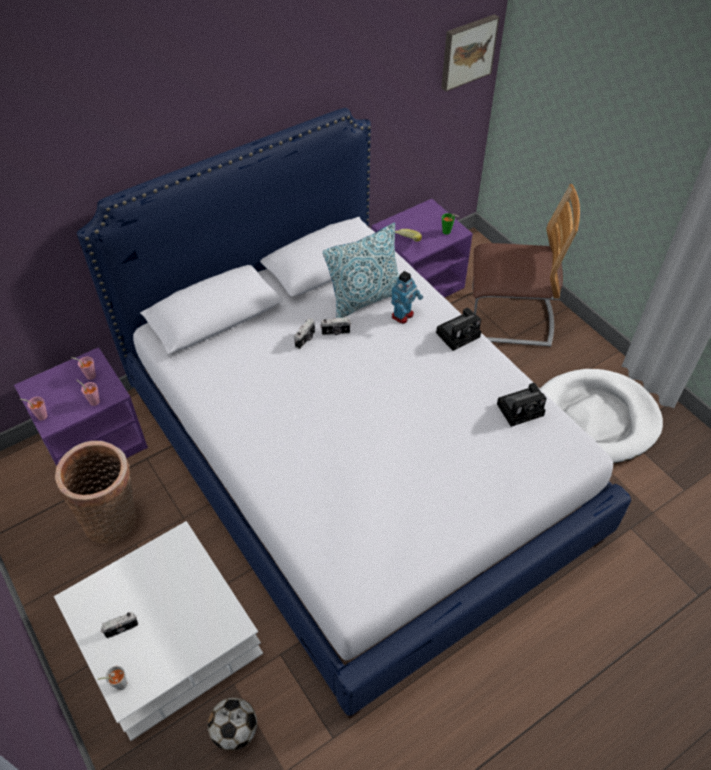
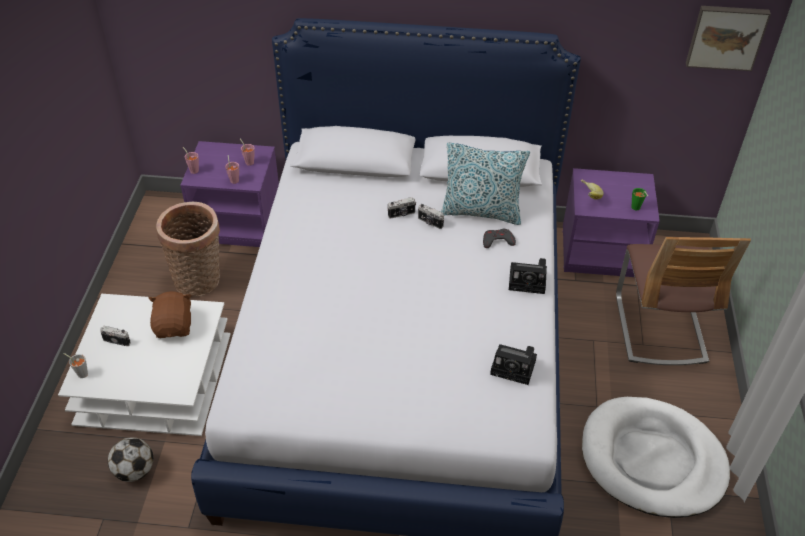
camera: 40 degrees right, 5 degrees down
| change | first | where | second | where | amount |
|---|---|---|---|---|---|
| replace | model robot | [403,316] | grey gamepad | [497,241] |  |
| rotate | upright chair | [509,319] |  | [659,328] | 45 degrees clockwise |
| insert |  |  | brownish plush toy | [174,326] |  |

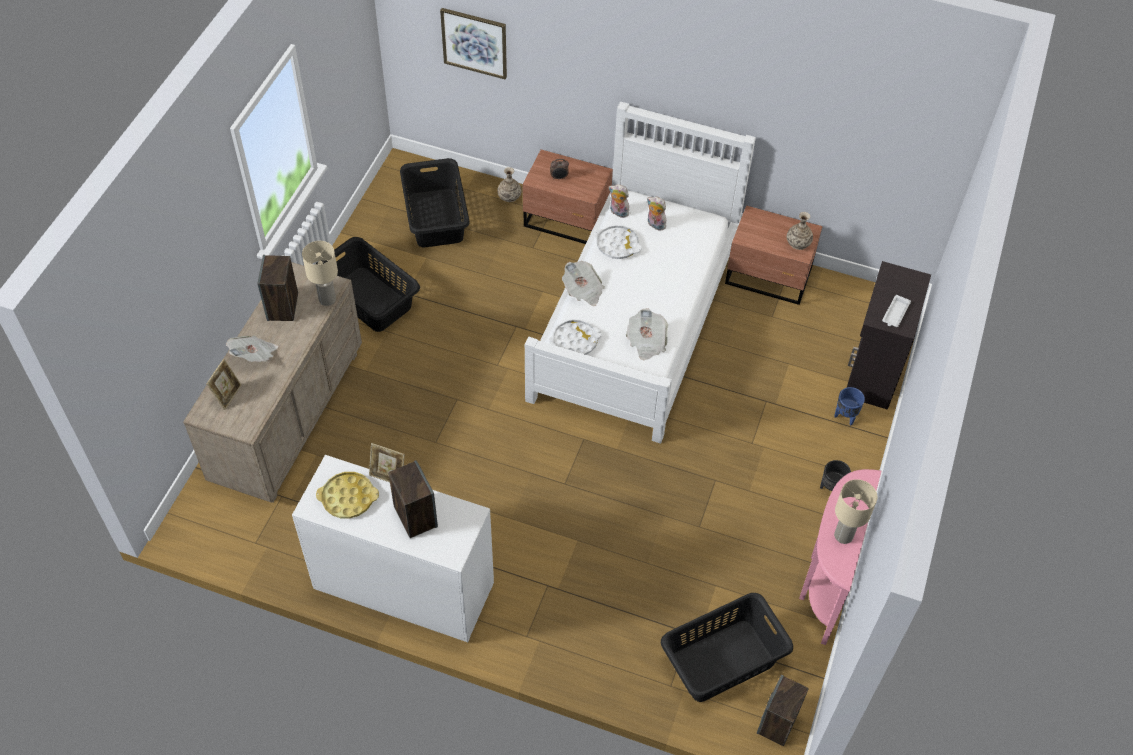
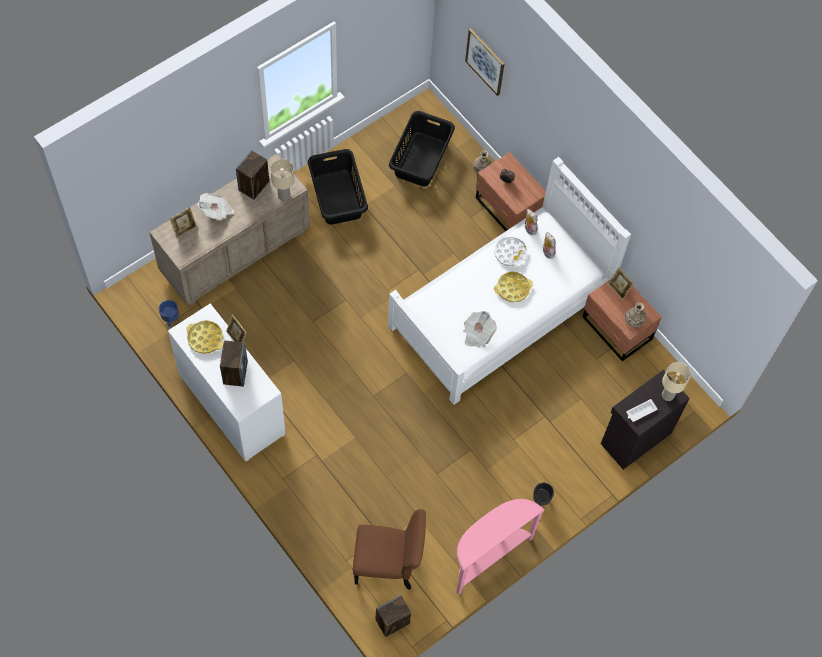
camera: 30 degrees right, 10 degrees up
| change | first | where | second | where | amount |
|---|---|---|---|---|---|
| delete | white serving tray | [575,341] |  |  |  |
| delete | daily paper | [583,291] |  |  |  |
| replace | black hamper | [723,661] | brownish upright chair | [388,565] |  |
| move | bluish planter | [844,416] |  | [170,319] |  |
| move | beige table lamp | [843,536] |  | [667,395] |  |
| insert |  |  | yellow-coloured serving tray | [512,288] |  |
| insert |  |  | standing frame | [618,289] |  |

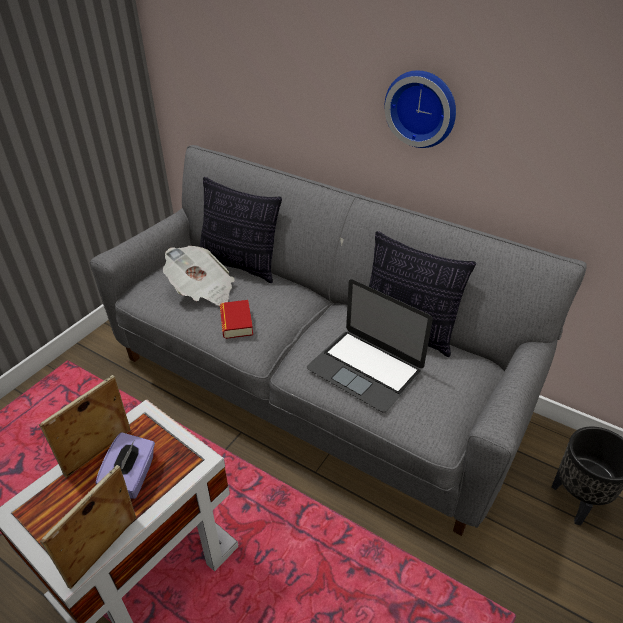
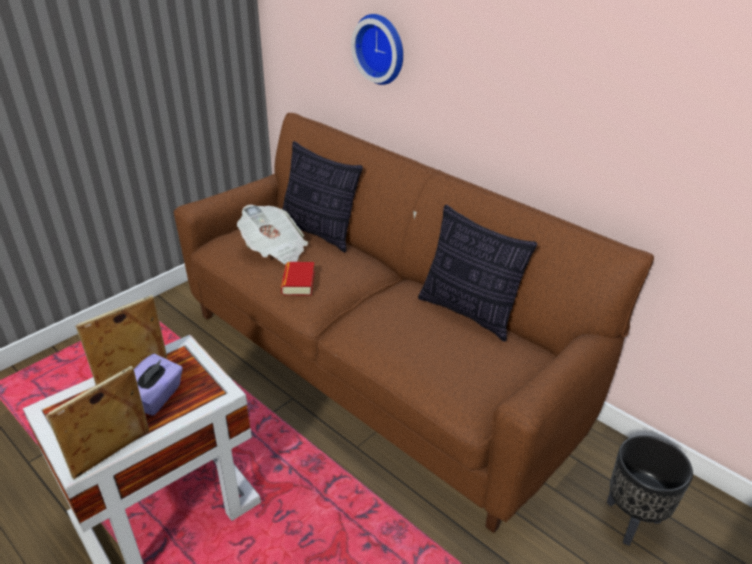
camera: 10 degrees right, 5 degrees down
| change | first | where | second | where | amount |
|---|---|---|---|---|---|
| recolor | grey couch | [312,389] | brownish couch | [375,369] |  |
| delete | laptop | [365,369] |  |  |  |
| move | clock on the wall | [422,108] |  | [381,48] |  |

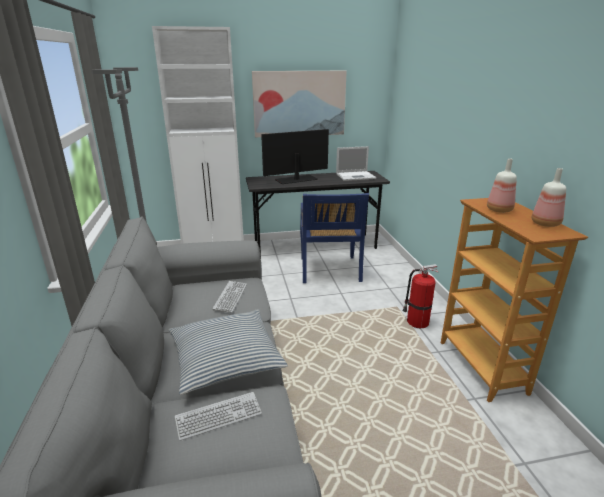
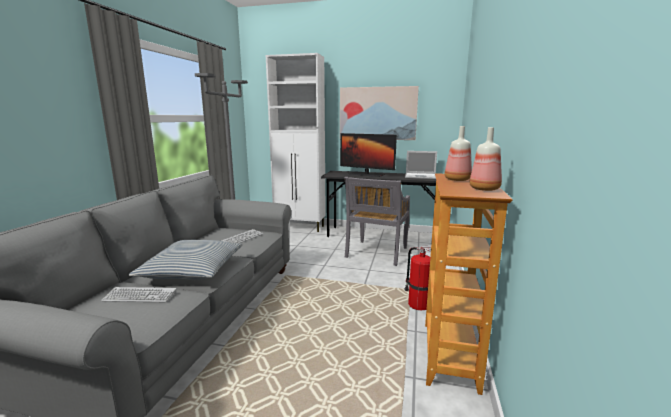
camera: 25 degrees right, 10 degrees down
| change | first | where | second | where | amount |
|---|---|---|---|---|---|
| rotate | computer screen | [296,179] |  | [366,174] | 150 degrees counterclockwise |
| recolor | bluish upright chair | [330,270] | grey upright chair | [376,253] |  |

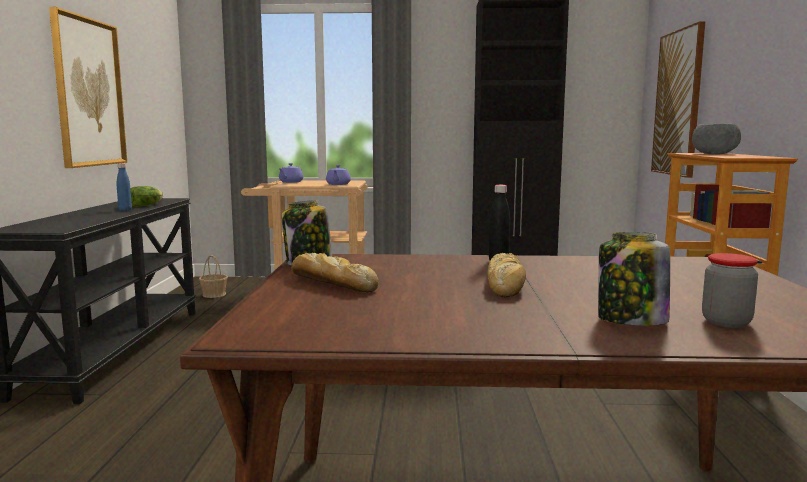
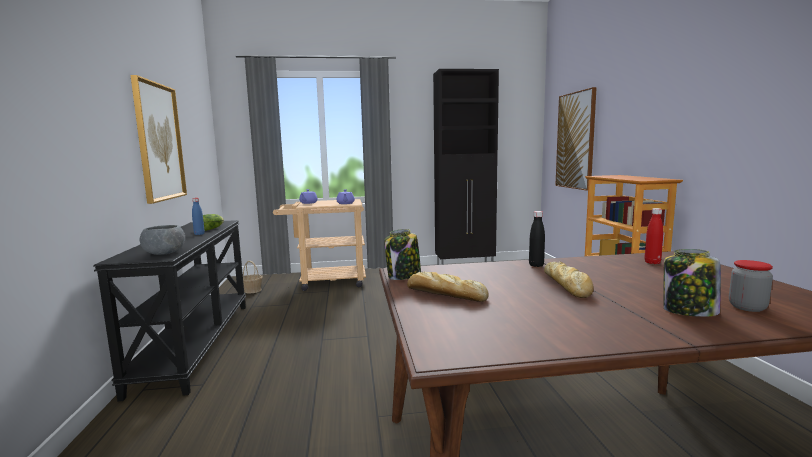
camera: 10 degrees left, 0 degrees up
| change | first | where | second | where | amount |
|---|---|---|---|---|---|
| move | grey bowl | [714,154] |  | [164,253] |  |
| insert |  |  | red-coloured beverage bottle | [652,262] |  |

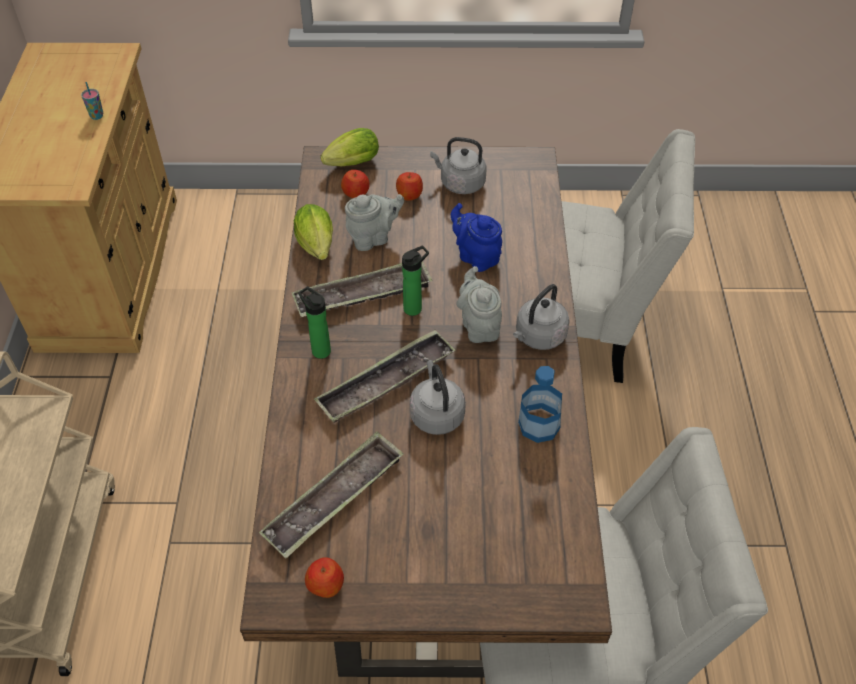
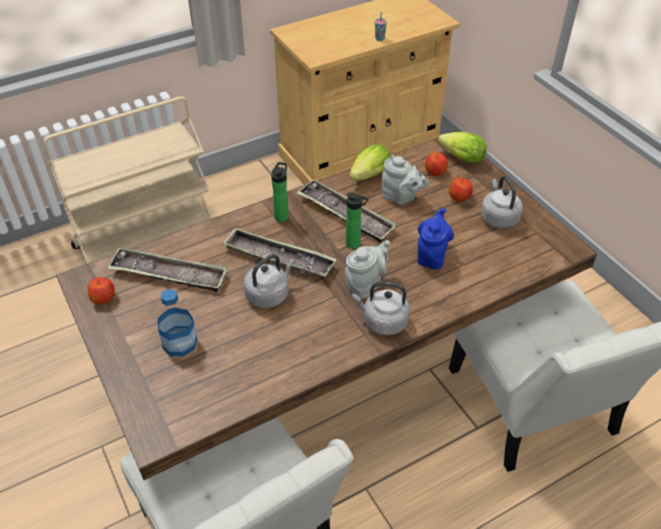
camera: 60 degrees right, 5 degrees down
| change | first | where | second | where | amount |
|---|---|---|---|---|---|
| move | beverage bottle | [539,425] |  | [180,343] |  |

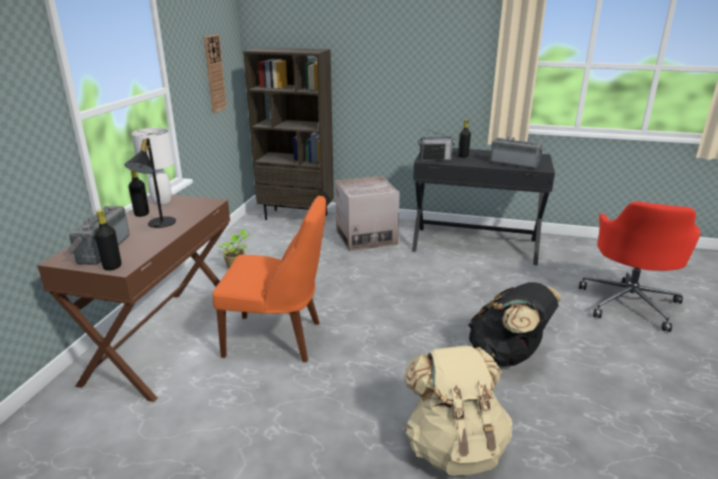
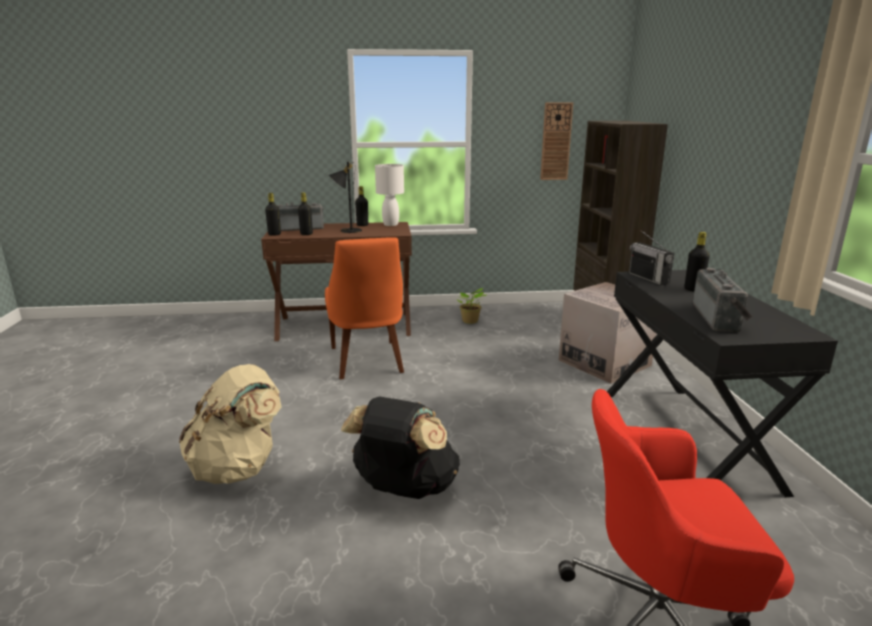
camera: 70 degrees right, 5 degrees down
| change | first | where | second | where | amount |
|---|---|---|---|---|---|
| insert |  |  | black beverage bottle | [306,234] |  |

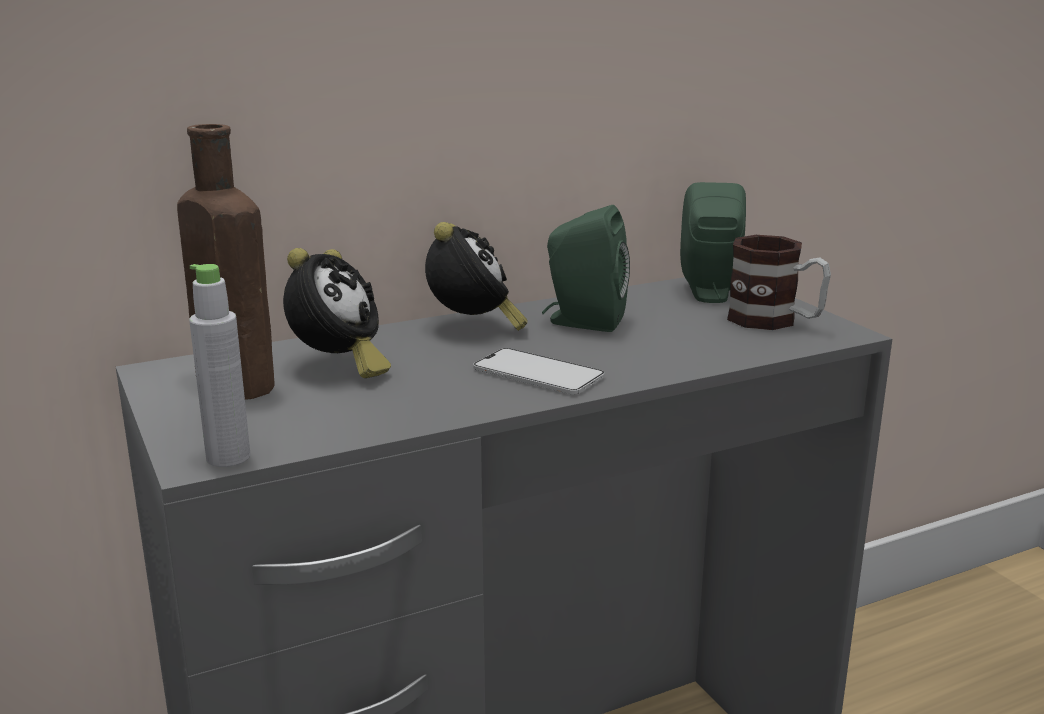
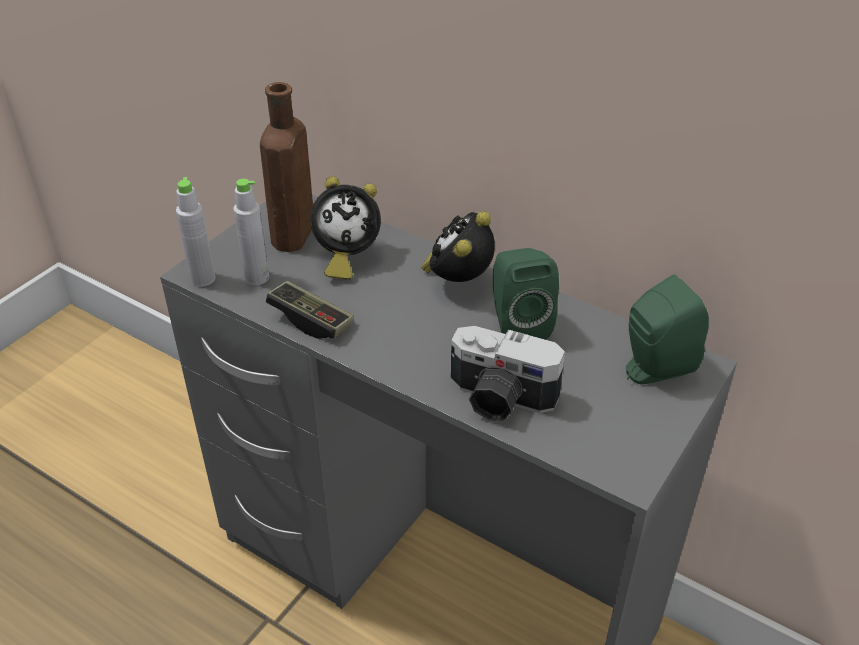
camera: 60 degrees right, 20 degrees up
| change | first | where | second | where | amount |
|---|---|---|---|---|---|
| rotate | bedside clock | [473,328] |  | [458,281] | 150 degrees clockwise |
| delete | telephone | [538,373] |  |  |  |
| delete | coffee mug | [775,321] |  |  |  |
| insert |  |  | grey beverage bottle | [257,277] |  |
| insert |  |  | gamepad | [311,320] |  |
| insert |  |  | photo camera | [499,399] |  |

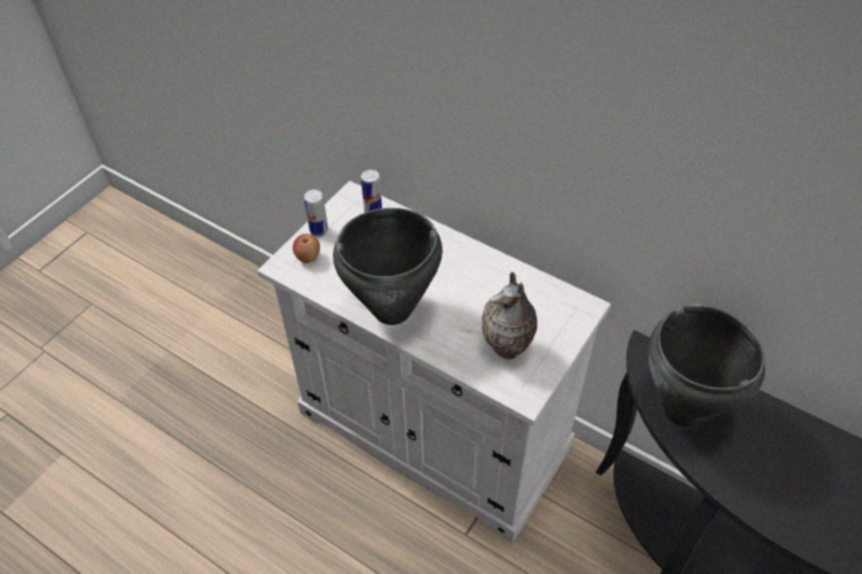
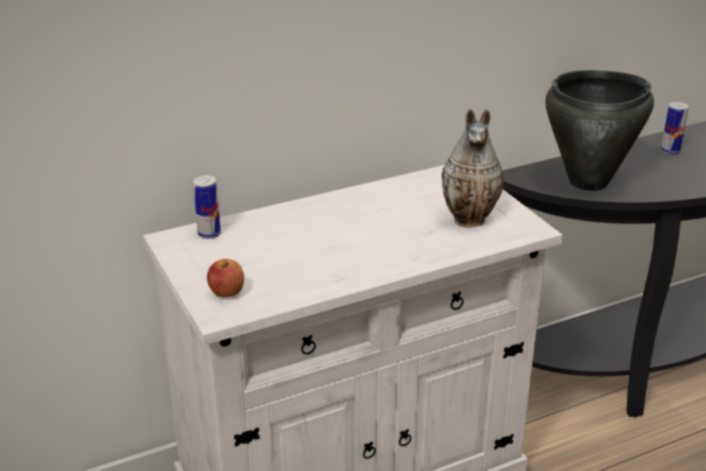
camera: 60 degrees left, 20 degrees down
| change | first | where | second | where | amount |
|---|---|---|---|---|---|
| move | metal can | [319,230] |  | [670,151] |  |
| delete | black cooking pot | [393,310] |  |  |  |

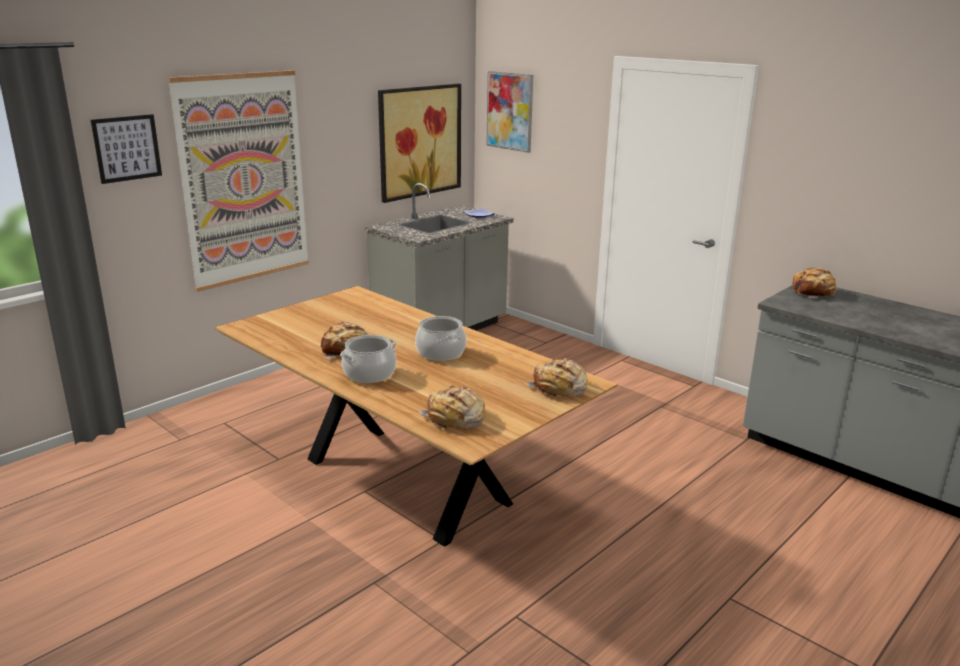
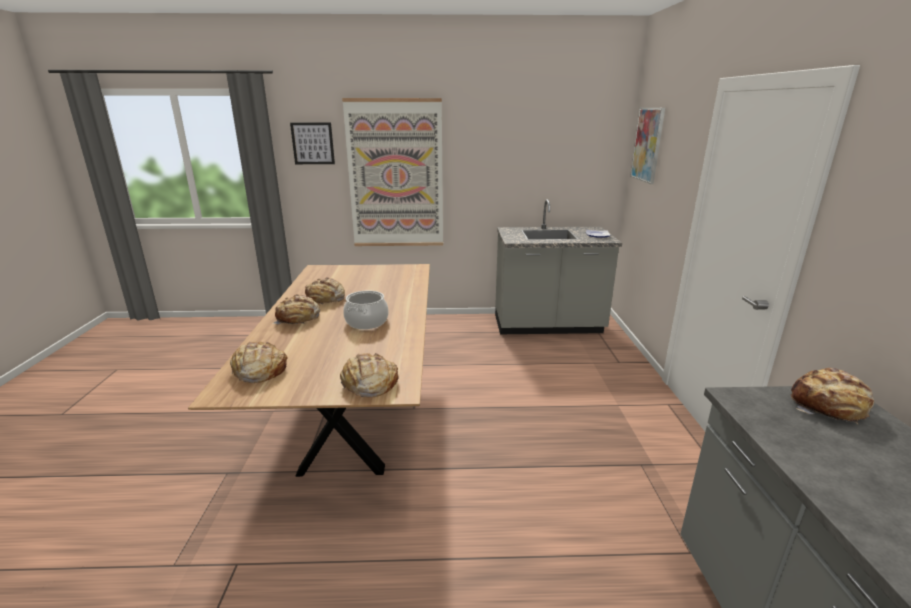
camera: 45 degrees right, 0 degrees up
| change | first | where | second | where | amount |
|---|---|---|---|---|---|
| replace | cooking pot | [369,374] | bakery bread | [298,318] |  |
| delete | wall art | [419,141] |  |  |  |

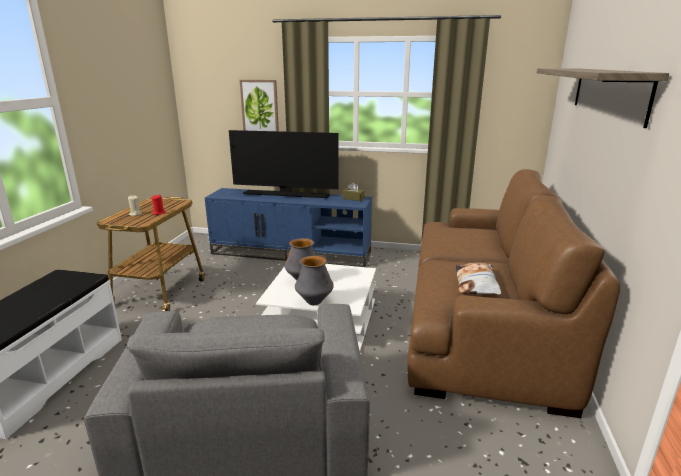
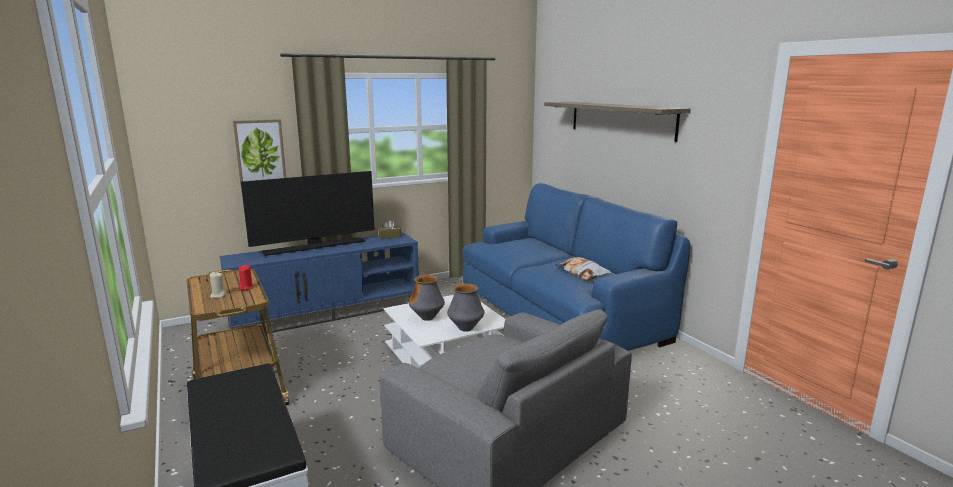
camera: 40 degrees left, 5 degrees down
| change | first | where | second | where | amount |
|---|---|---|---|---|---|
| recolor | brownish couch | [481,321] | bluish couch | [558,312] |  |

